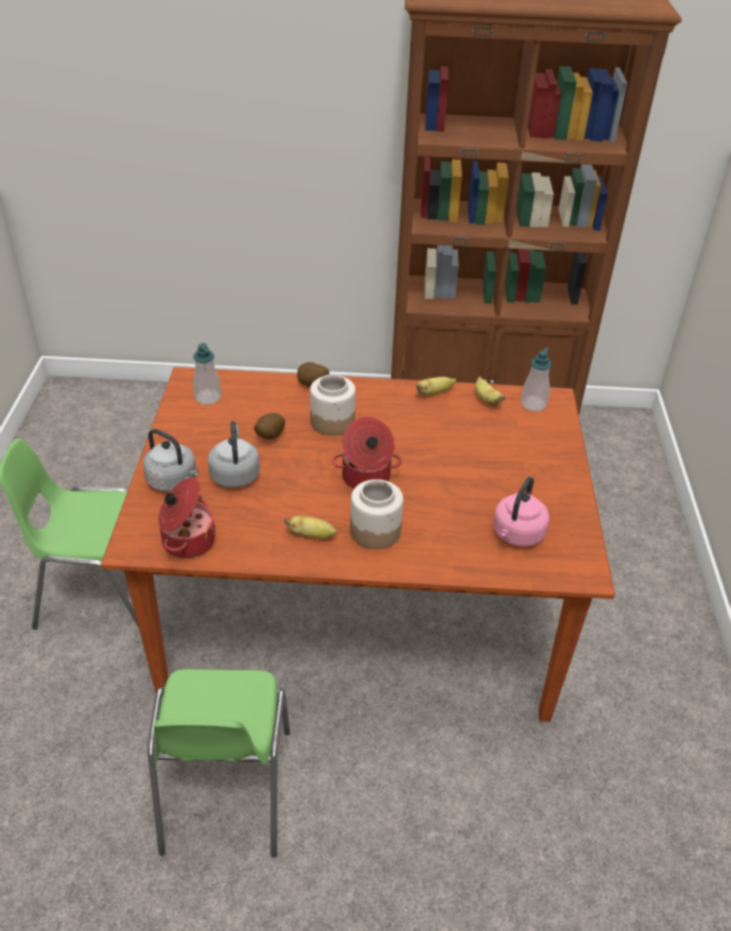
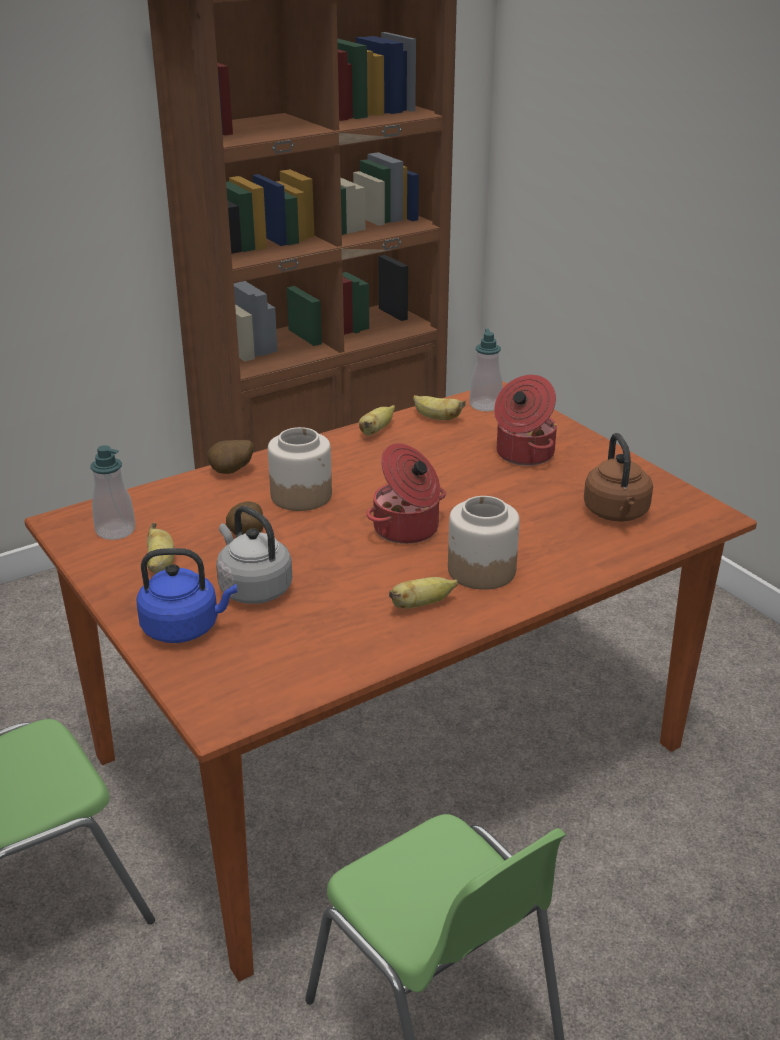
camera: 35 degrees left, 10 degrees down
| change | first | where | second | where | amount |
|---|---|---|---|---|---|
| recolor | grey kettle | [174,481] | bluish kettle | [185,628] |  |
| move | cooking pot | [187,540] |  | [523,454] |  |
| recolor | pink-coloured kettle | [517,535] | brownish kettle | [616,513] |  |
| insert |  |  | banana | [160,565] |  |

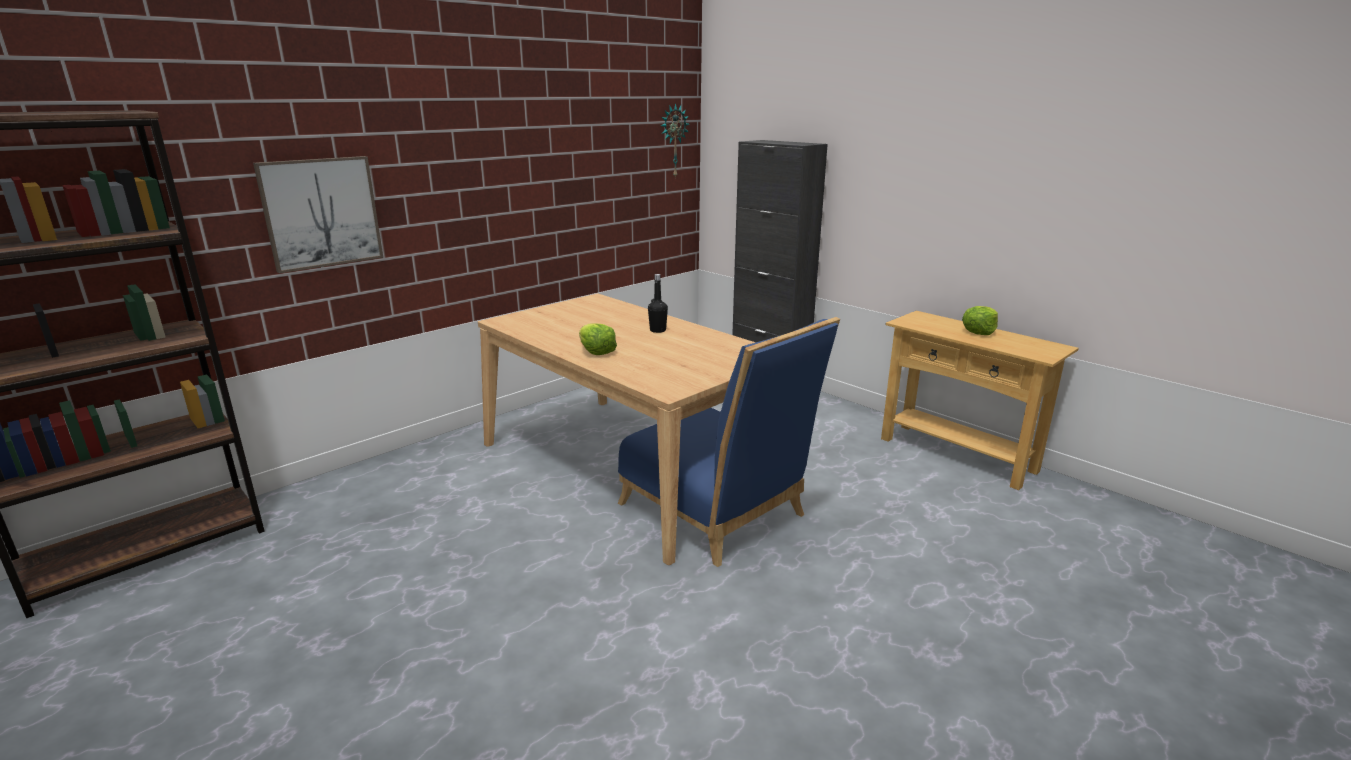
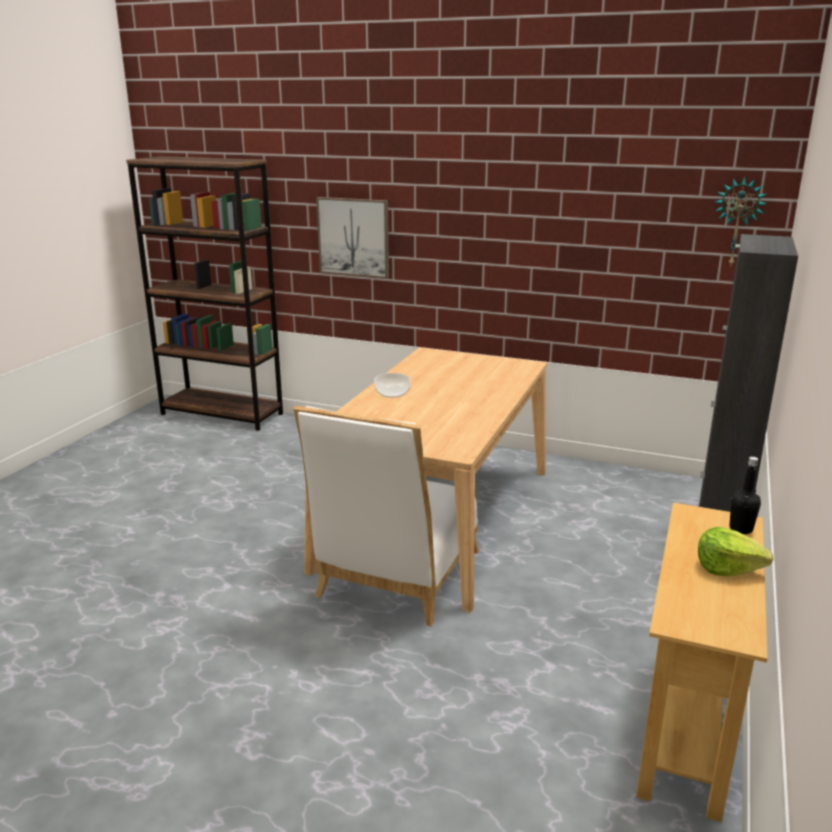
camera: 65 degrees right, 0 degrees up
| change | first | where | second | where | amount |
|---|---|---|---|---|---|
| replace | lettuce | [596,351] | bowl | [392,393] |  |
| recolor | bluish upright chair | [718,514] | white upright chair | [395,579] |  |
| move | black beverage bottle | [658,330] |  | [741,529] |  |

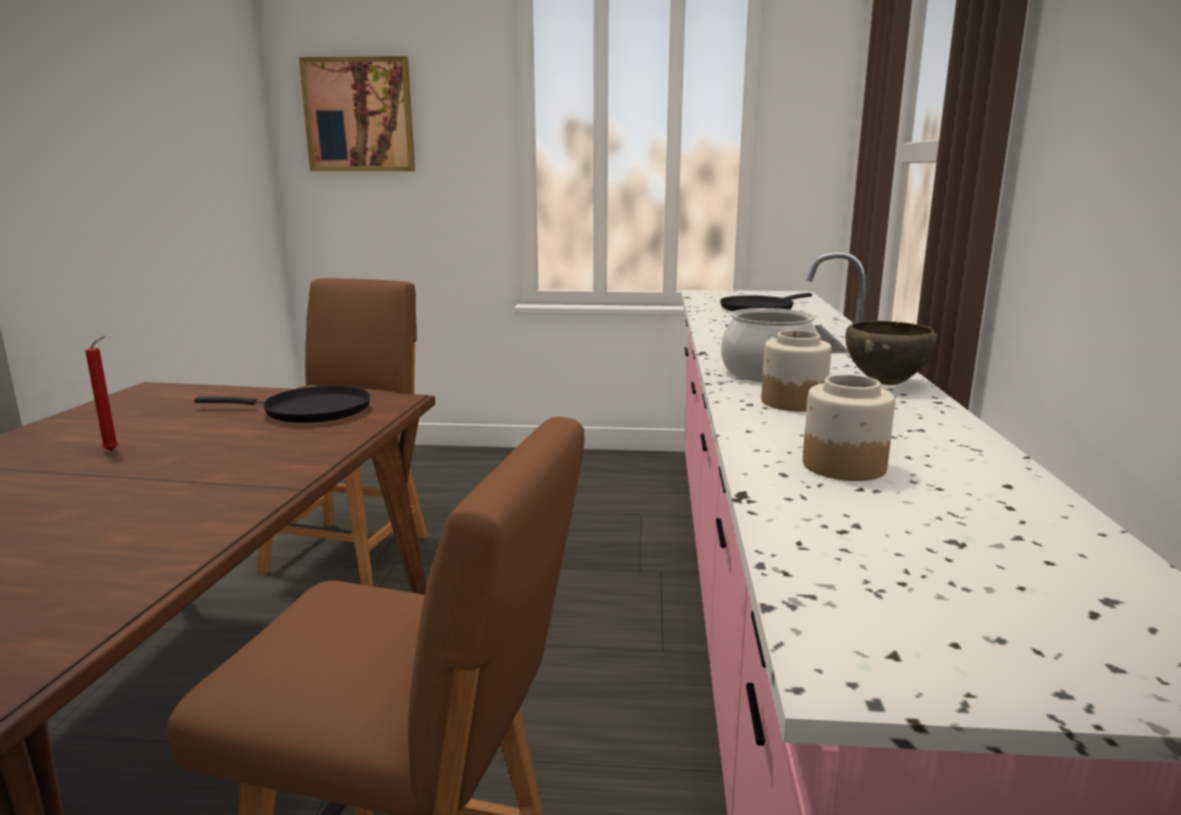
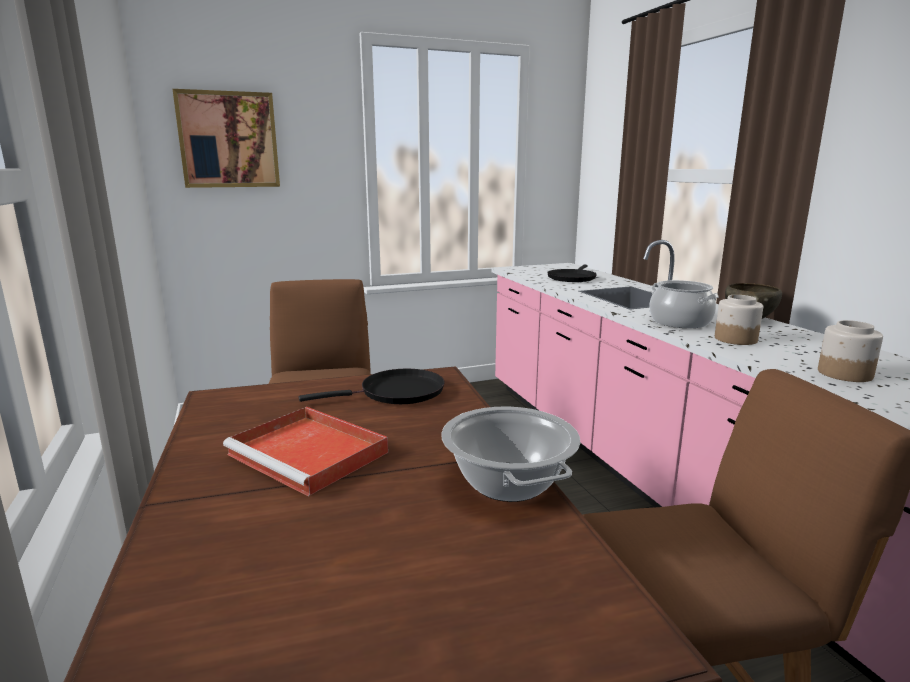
camera: 25 degrees left, 0 degrees up
| change | first | where | second | where | amount |
|---|---|---|---|---|---|
| replace | red-coloured candle | [114,450] | red-coloured serving tray | [310,454] |  |
| insert |  |  | cooking pot | [507,482] |  |

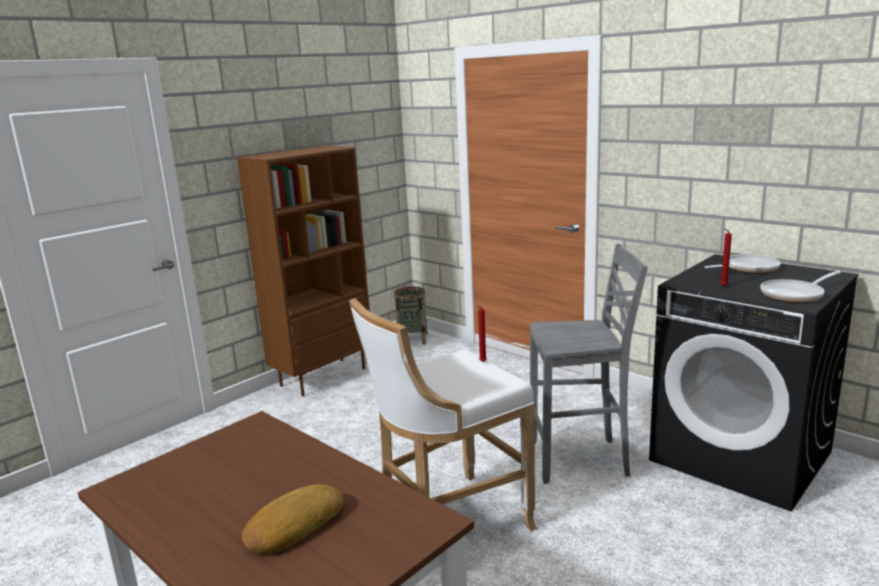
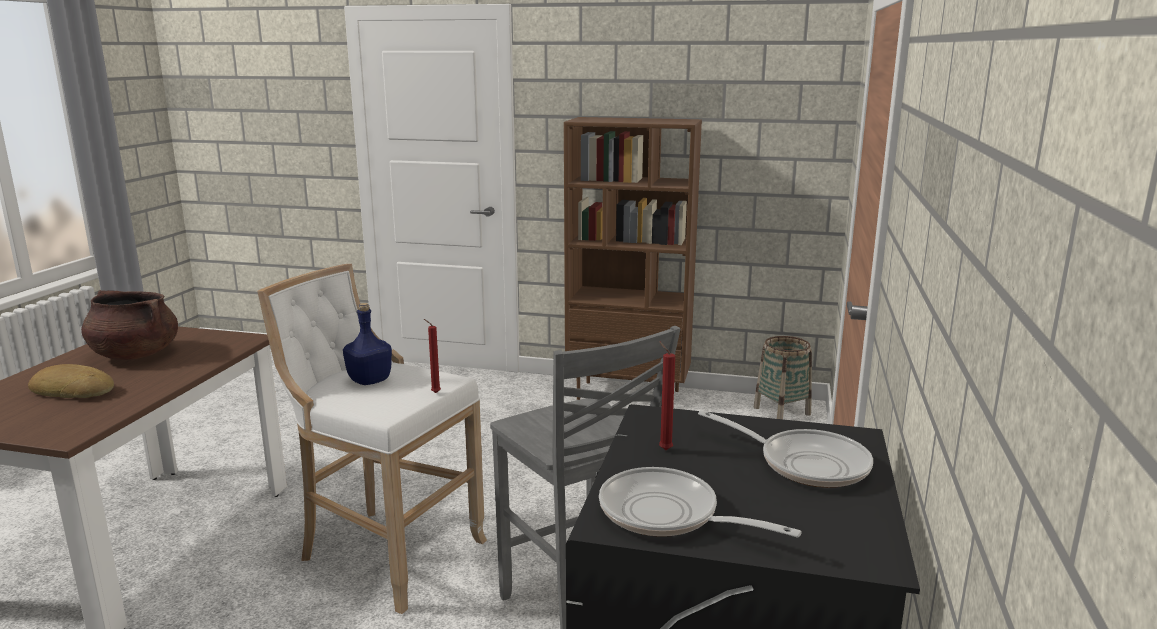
camera: 60 degrees right, 0 degrees up
| change | first | where | second | where | amount |
|---|---|---|---|---|---|
| insert |  |  | brownish cooking pot | [135,355] |  |
| insert |  |  | bluish beverage bottle | [370,381] |  |

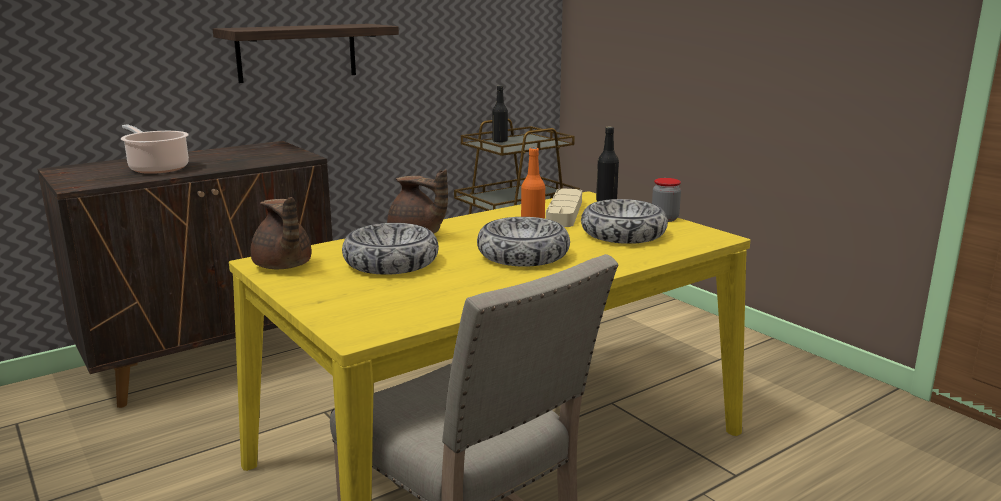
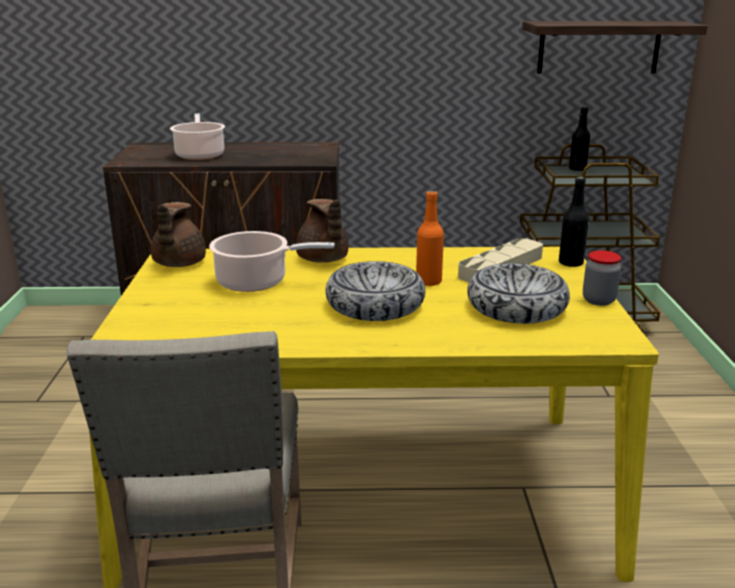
camera: 35 degrees right, 5 degrees up
| change | first | where | second | where | amount |
|---|---|---|---|---|---|
| move | shelf | [297,52] |  | [599,47] |  |
| replace | bowl | [391,263] | cooking pot | [256,282] |  |

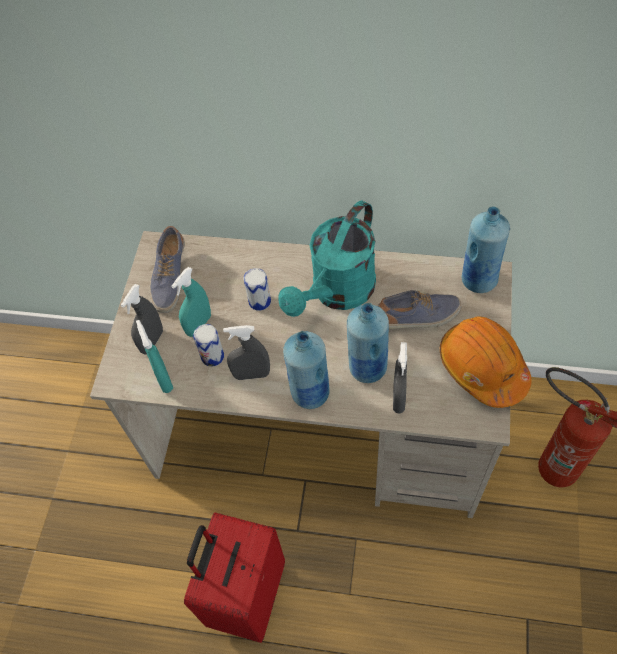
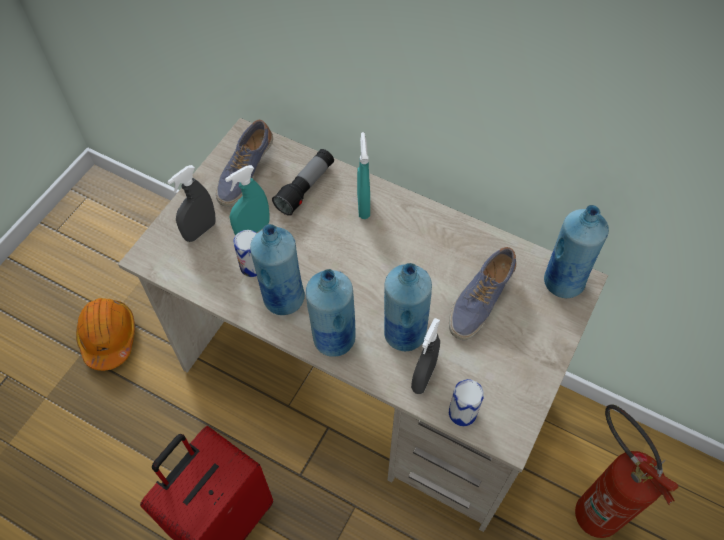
camera: 15 degrees right, 0 degrees up
| change | first | where | second | where | amount |
|---|---|---|---|---|---|
| move | blue-green spray bottle | [164,379] |  | [363,206] |  |
| replace | grey spray bottle | [251,374] | bluish beverage bottle | [283,298] |  |
| move | metal can | [259,301] |  | [462,413] |  |
| delete | blue-green sprinkling can | [337,293] |  |  |  |
| rotate | low shoe | [417,318] |  | [479,300] | 120 degrees clockwise |
| move | orangey safety helmet | [482,367] |  | [108,337] |  |
| insert |  |  | torch | [305,188] |  |

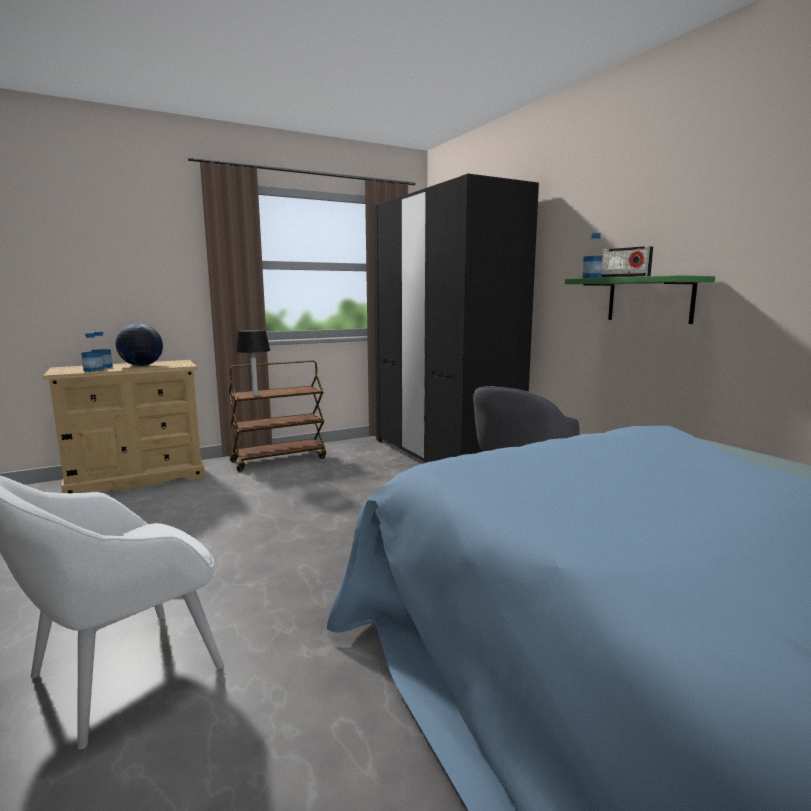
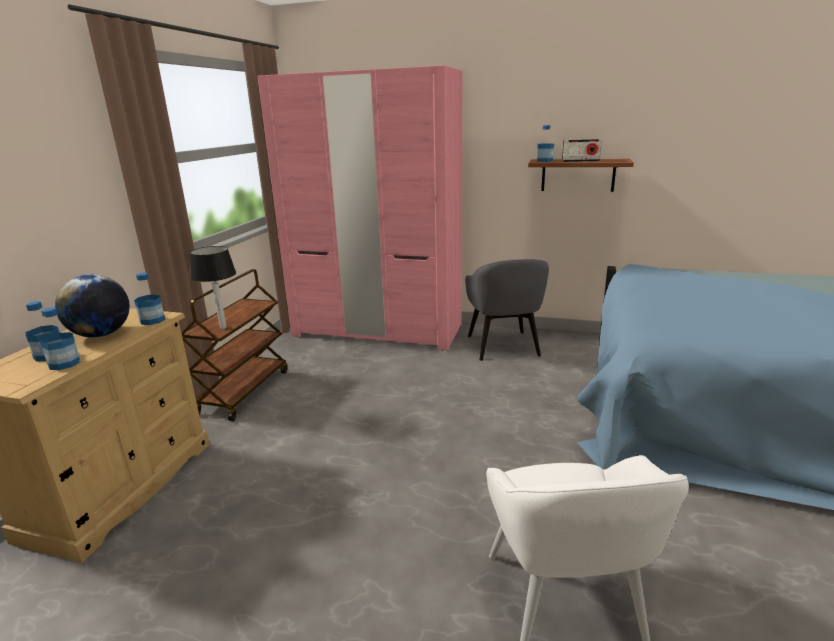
camera: 45 degrees left, 10 degrees up
| change | first | where | second | where | amount |
|---|---|---|---|---|---|
| recolor | black wardrobe | [442,455] | pink-coloured wardrobe | [377,330] |  |
| recolor | green shelf | [649,300] | brownish shelf | [578,175] |  |
| insert |  |  | beverage bottle | [152,320] |  |

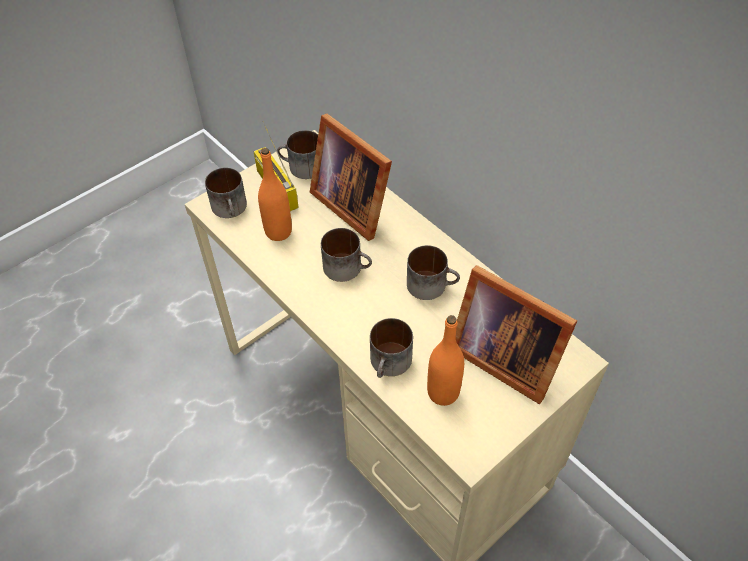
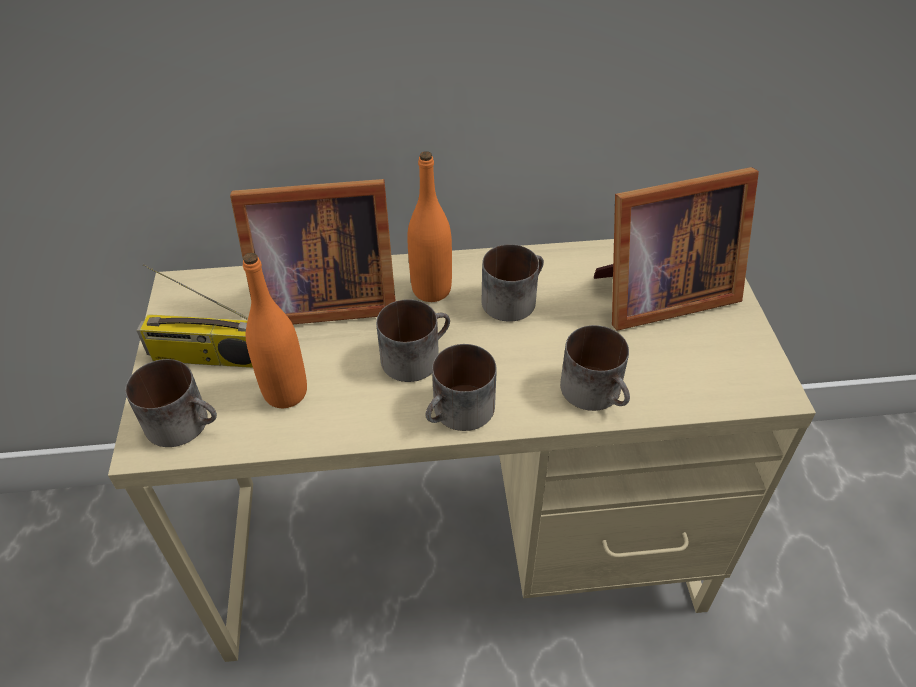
camera: 55 degrees left, 5 degrees down
| change | first | where | second | where | amount |
|---|---|---|---|---|---|
| move | coffee mug | [301,168] |  | [460,413] |  |
| move | orangey beverage bottle | [443,392] |  | [431,290] |  |

